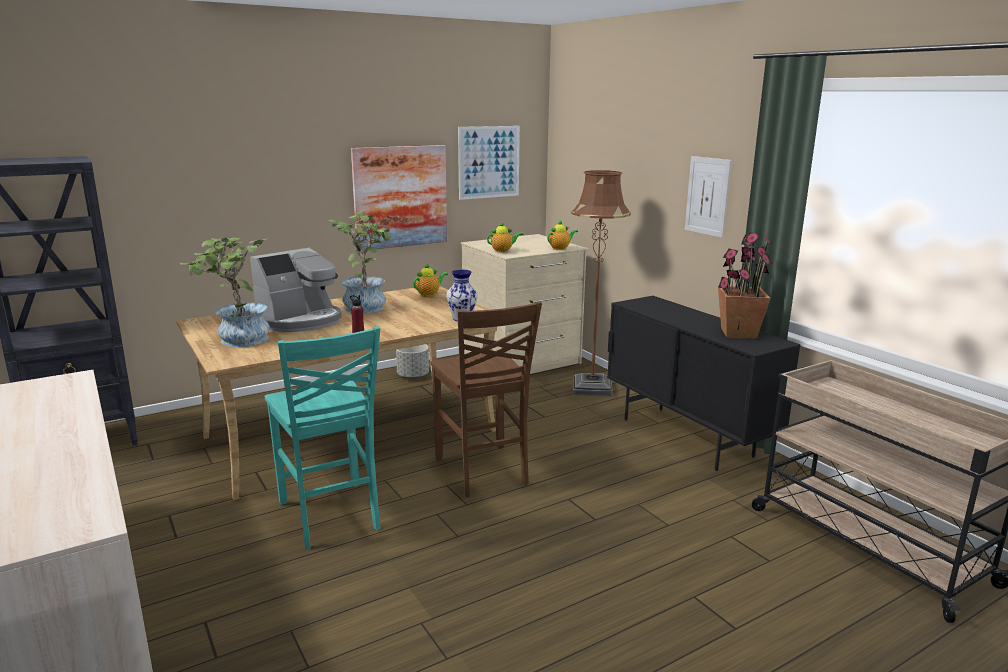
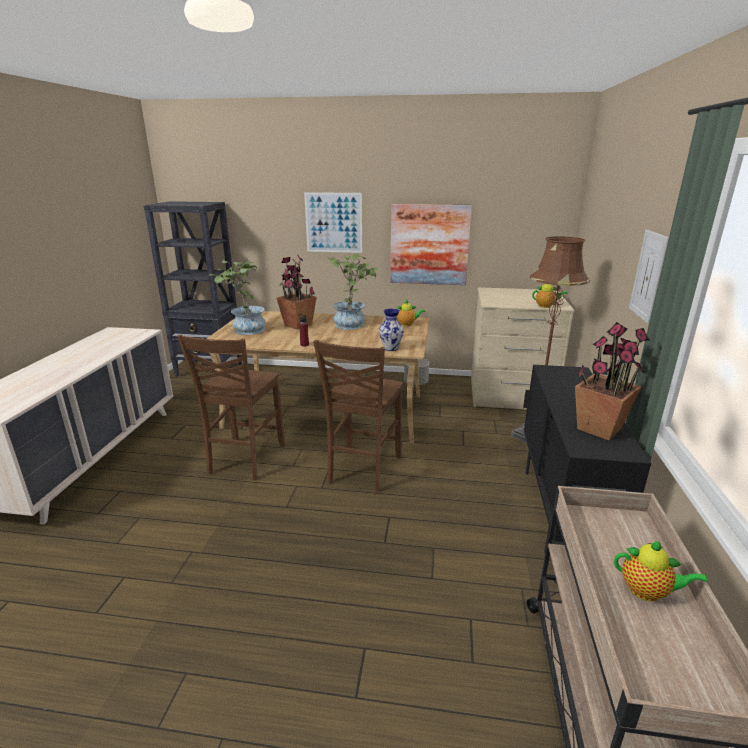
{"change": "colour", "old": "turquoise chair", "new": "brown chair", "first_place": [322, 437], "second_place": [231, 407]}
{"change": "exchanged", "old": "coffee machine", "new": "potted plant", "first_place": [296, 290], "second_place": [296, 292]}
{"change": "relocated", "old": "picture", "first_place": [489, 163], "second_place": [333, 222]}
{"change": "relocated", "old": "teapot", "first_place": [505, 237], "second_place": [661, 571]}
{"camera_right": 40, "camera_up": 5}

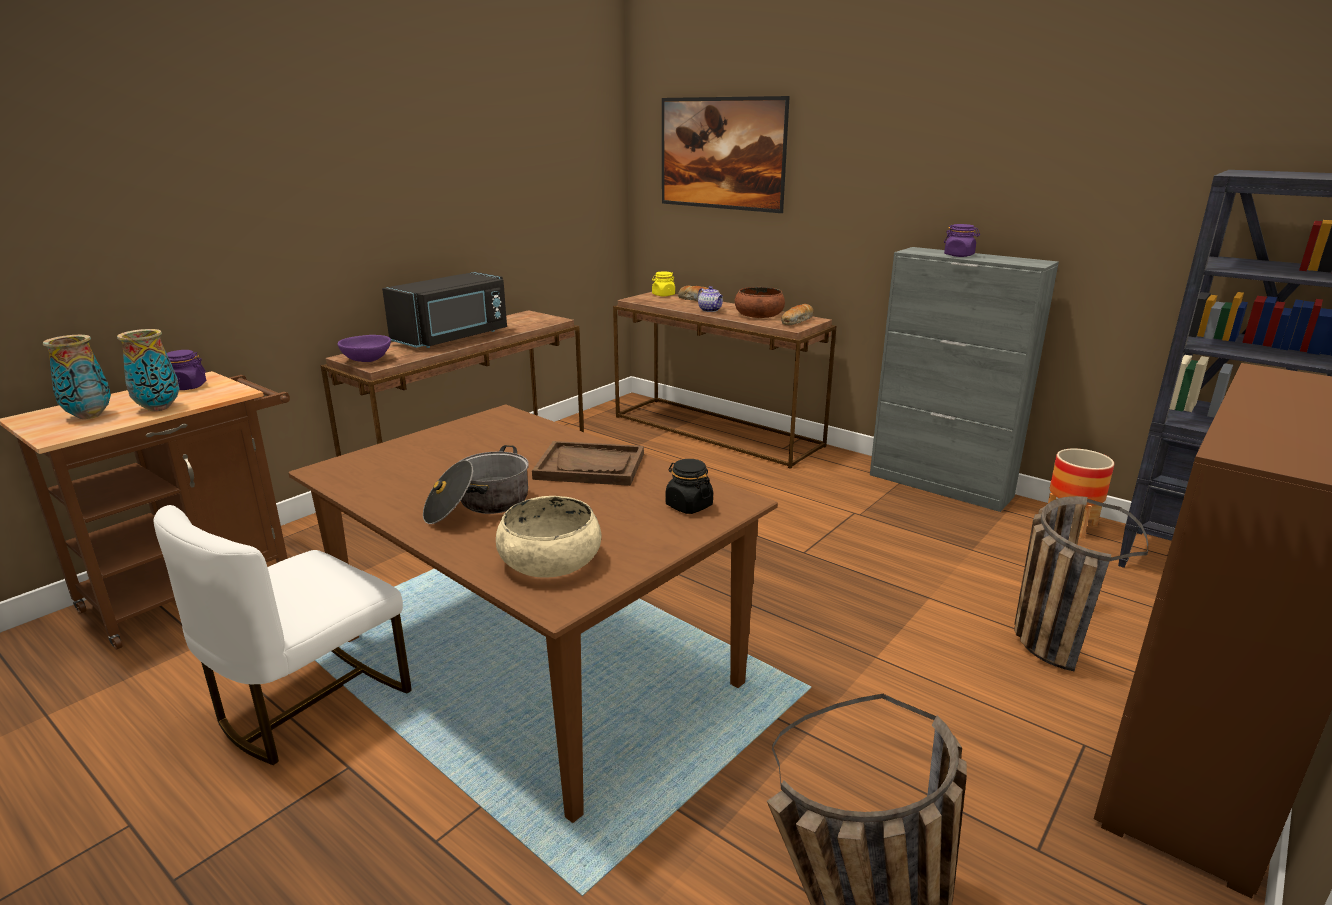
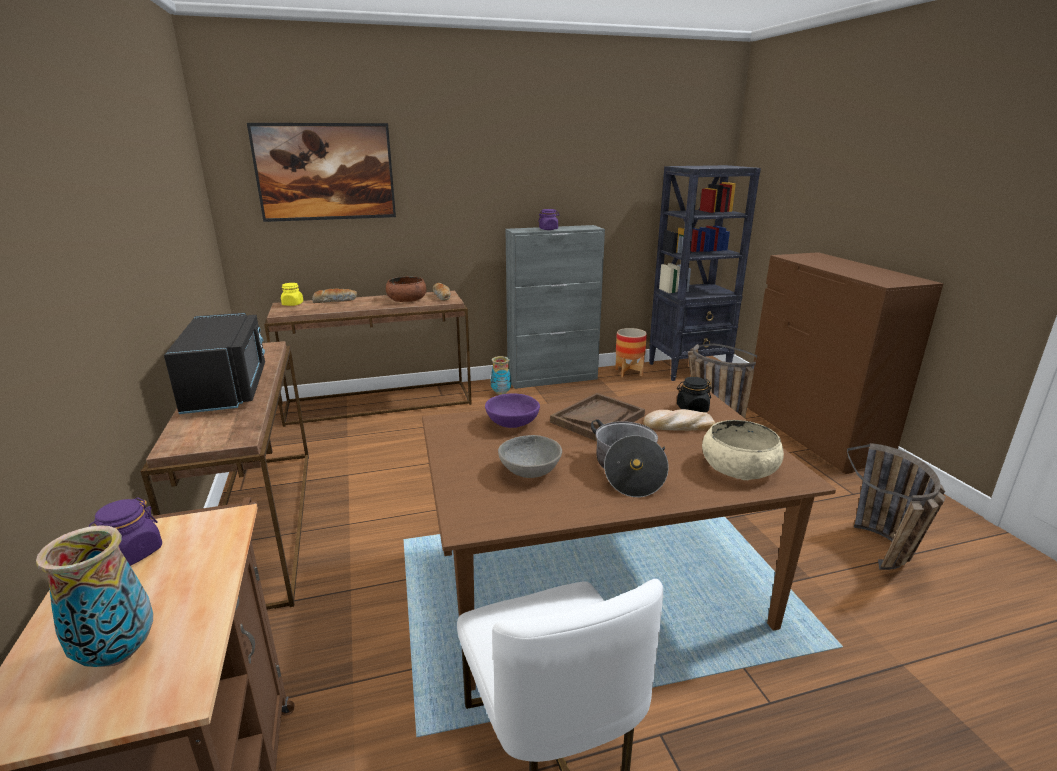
{"change": "relocated", "old": "purple bowl", "first_place": [364, 348], "second_place": [512, 410]}
{"change": "relocated", "old": "vase", "first_place": [148, 370], "second_place": [501, 375]}
{"change": "appeared", "new": "grey bowl", "second_place": [530, 456]}
{"change": "appeared", "new": "bread", "second_place": [679, 420]}
{"change": "missing", "old": "teapot", "first_place": [710, 299]}
{"camera_right": -55, "camera_up": 0}

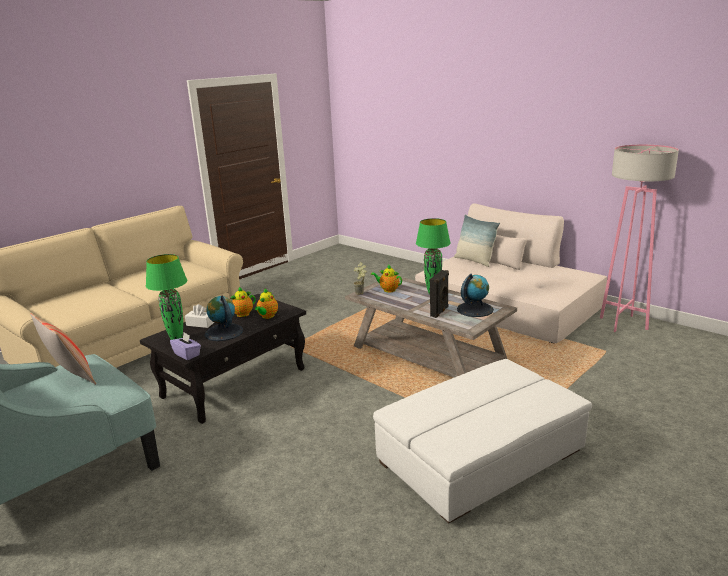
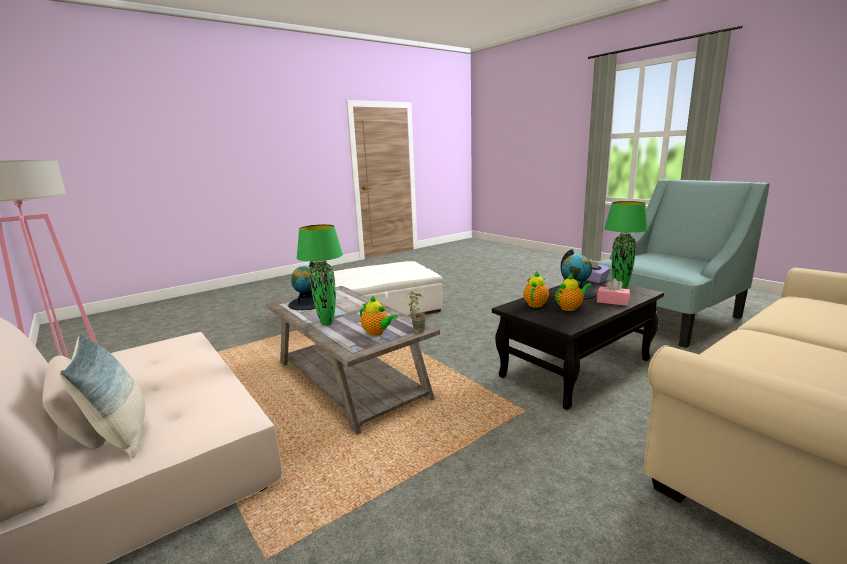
{"change": "colour", "old": "white tissue box", "new": "pink tissue box", "first_place": [199, 316], "second_place": [613, 292]}
{"change": "missing", "old": "pillow", "first_place": [63, 349]}
{"change": "missing", "old": "black speaker", "first_place": [439, 294]}
{"camera_right": -170, "camera_up": -5}

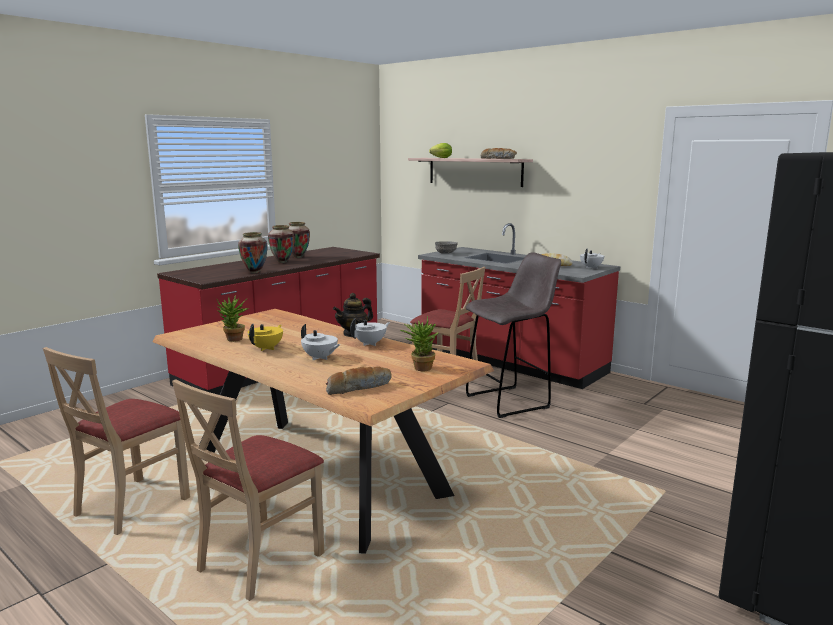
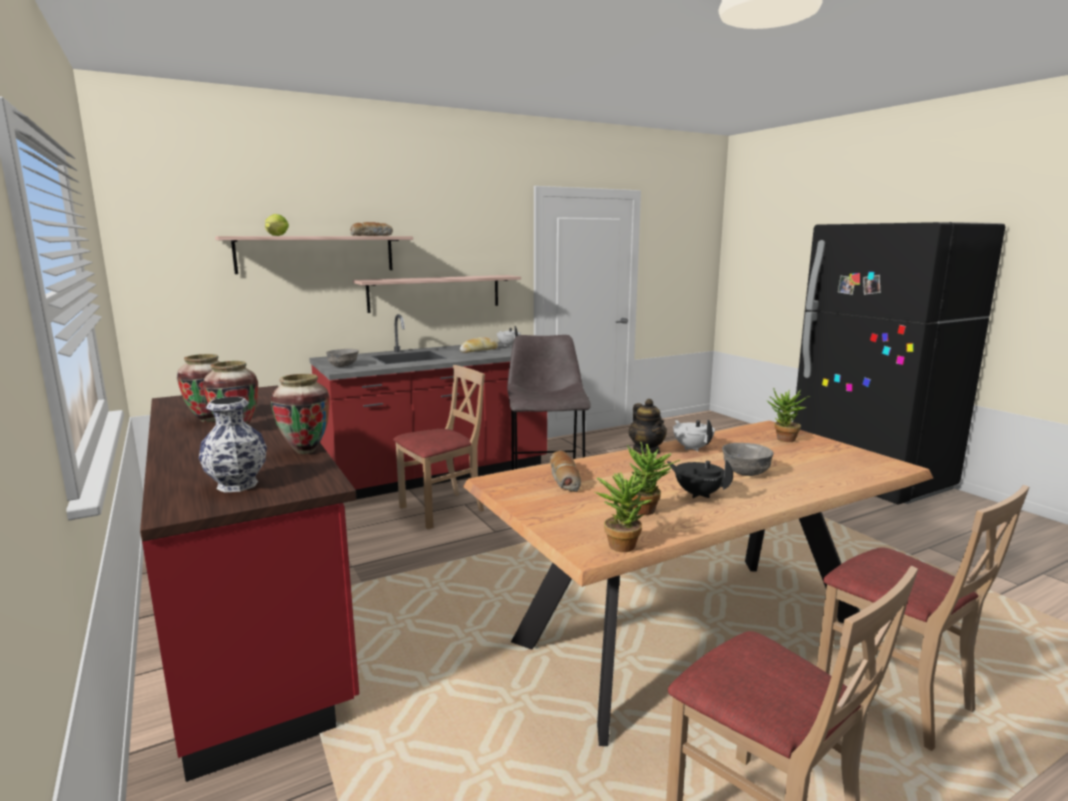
{"change": "appeared", "new": "vase", "second_place": [233, 445]}
{"change": "appeared", "new": "shelf", "second_place": [437, 294]}
{"change": "relocated", "old": "bread", "first_place": [359, 381], "second_place": [565, 471]}
{"change": "appeared", "new": "potted plant", "second_place": [623, 511]}
{"change": "colour", "old": "yellow teapot", "new": "black teapot", "first_place": [265, 337], "second_place": [700, 479]}
{"change": "exchanged", "old": "white teapot", "new": "grey bowl", "first_place": [321, 342], "second_place": [748, 459]}
{"camera_right": -70, "camera_up": 0}

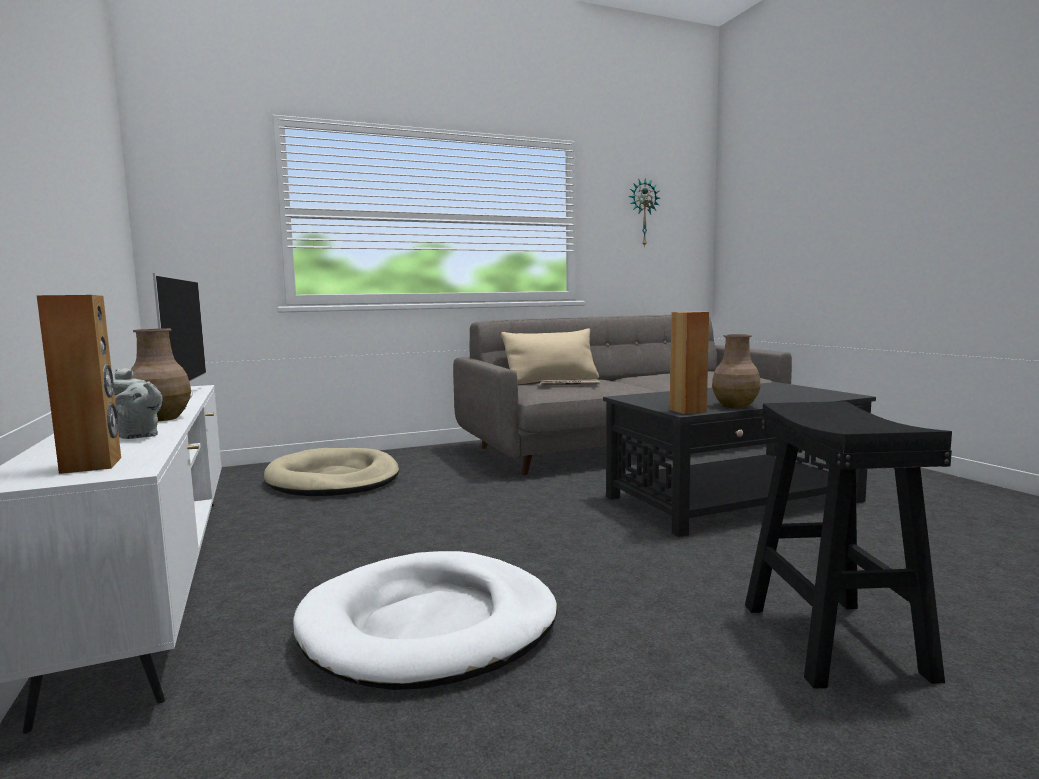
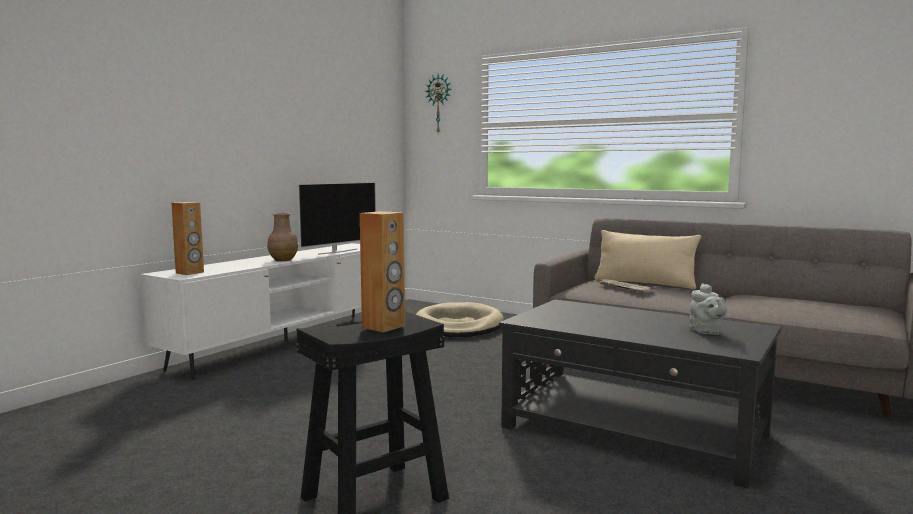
{"change": "relocated", "old": "brown speaker", "first_place": [689, 363], "second_place": [382, 271]}
{"change": "relocated", "old": "wall clock", "first_place": [644, 212], "second_place": [438, 103]}
{"change": "relocated", "old": "grey teapot", "first_place": [138, 403], "second_place": [708, 309]}
{"change": "missing", "old": "white dog bed", "first_place": [425, 620]}
{"change": "missing", "old": "brown vase", "first_place": [736, 371]}
{"camera_right": 55, "camera_up": 0}

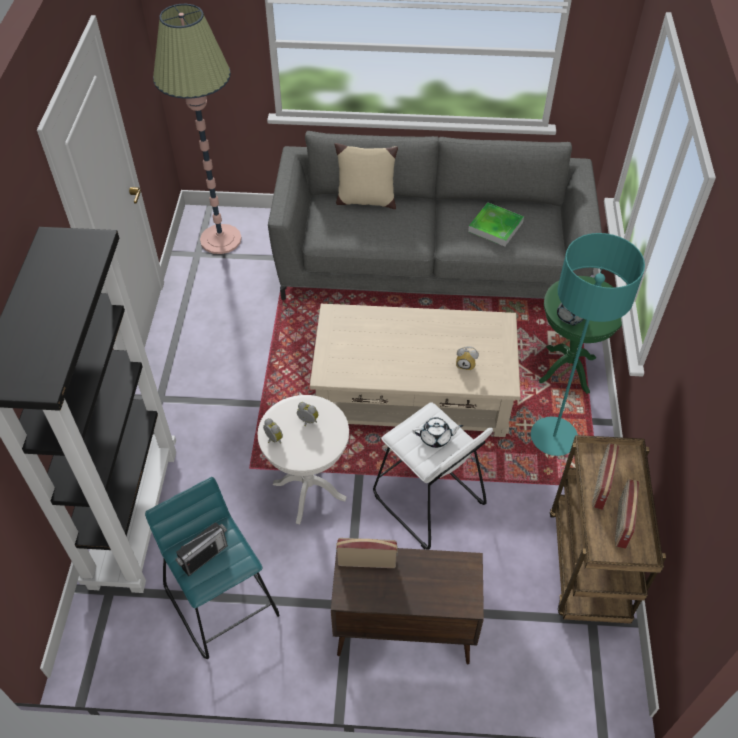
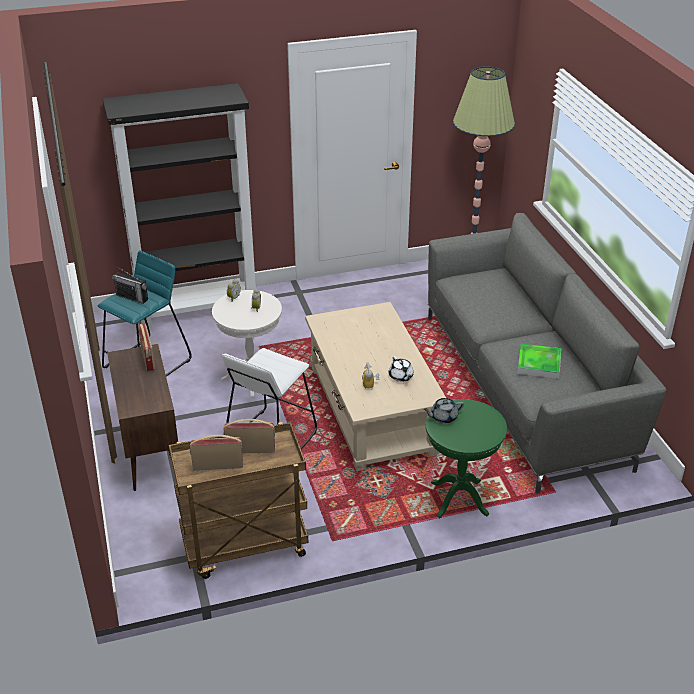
{"change": "relocated", "old": "white teapot", "first_place": [437, 432], "second_place": [401, 369]}
{"change": "missing", "old": "beige pillow", "first_place": [366, 176]}
{"change": "missing", "old": "turquoise floor lamp", "first_place": [588, 344]}
{"camera_right": 70, "camera_up": -15}

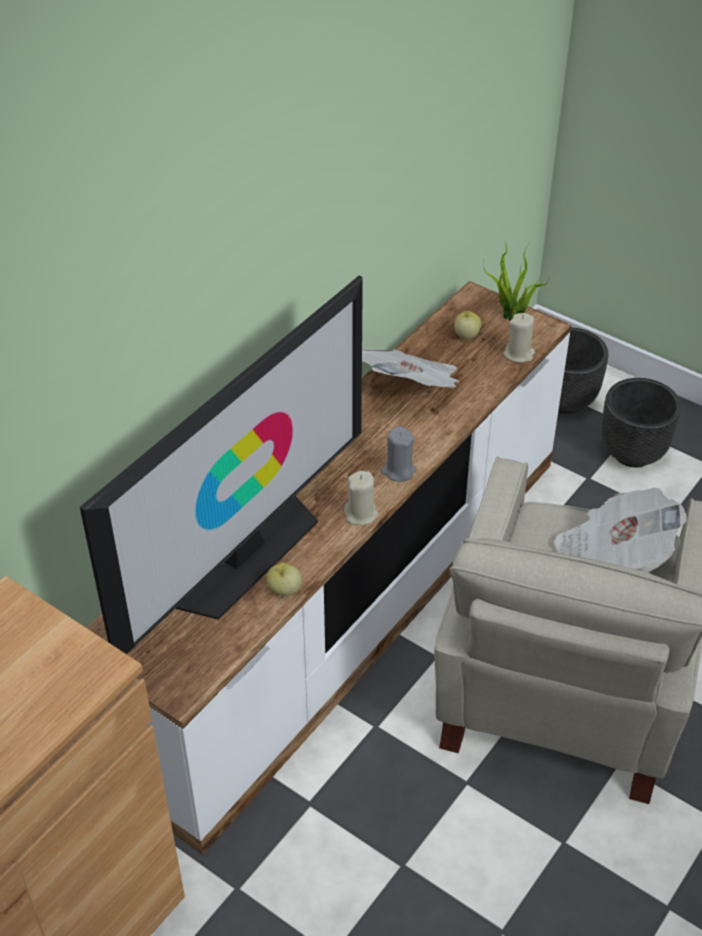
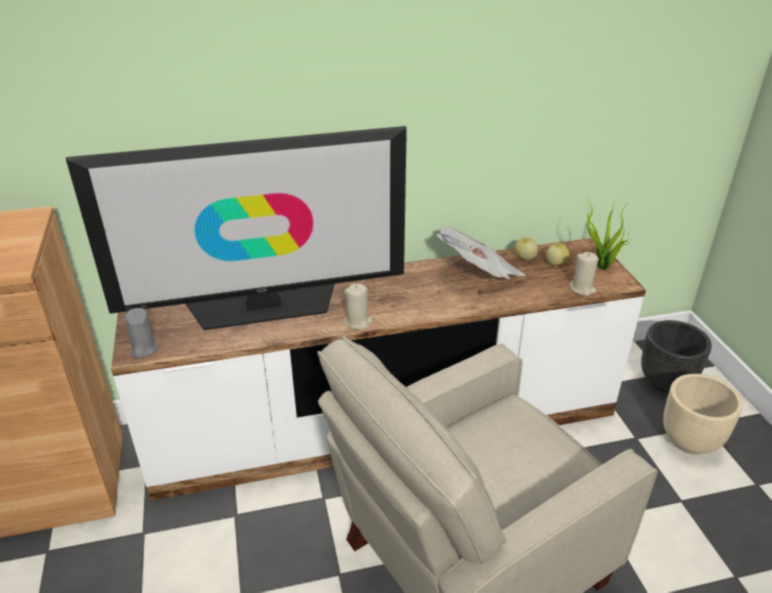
{"change": "relocated", "old": "grey candle", "first_place": [398, 454], "second_place": [141, 333]}
{"change": "relocated", "old": "apple", "first_place": [284, 579], "second_place": [526, 249]}
{"change": "colour", "old": "black planter", "new": "beige planter", "first_place": [642, 422], "second_place": [703, 414]}
{"change": "missing", "old": "newspaper", "first_place": [620, 530]}
{"camera_right": 40, "camera_up": -10}

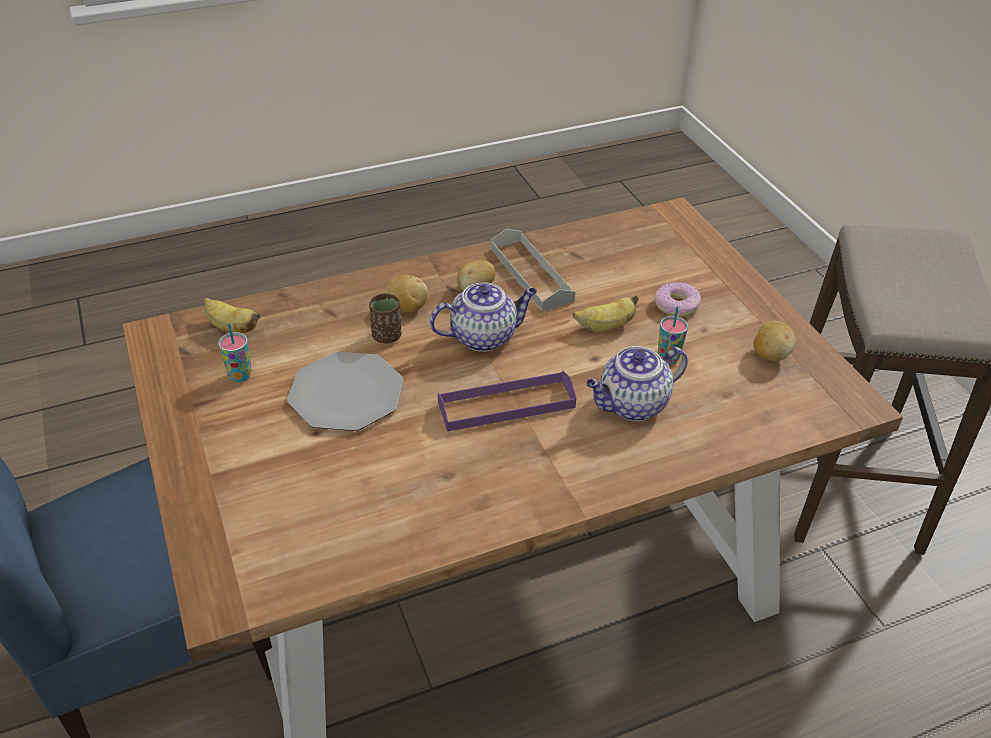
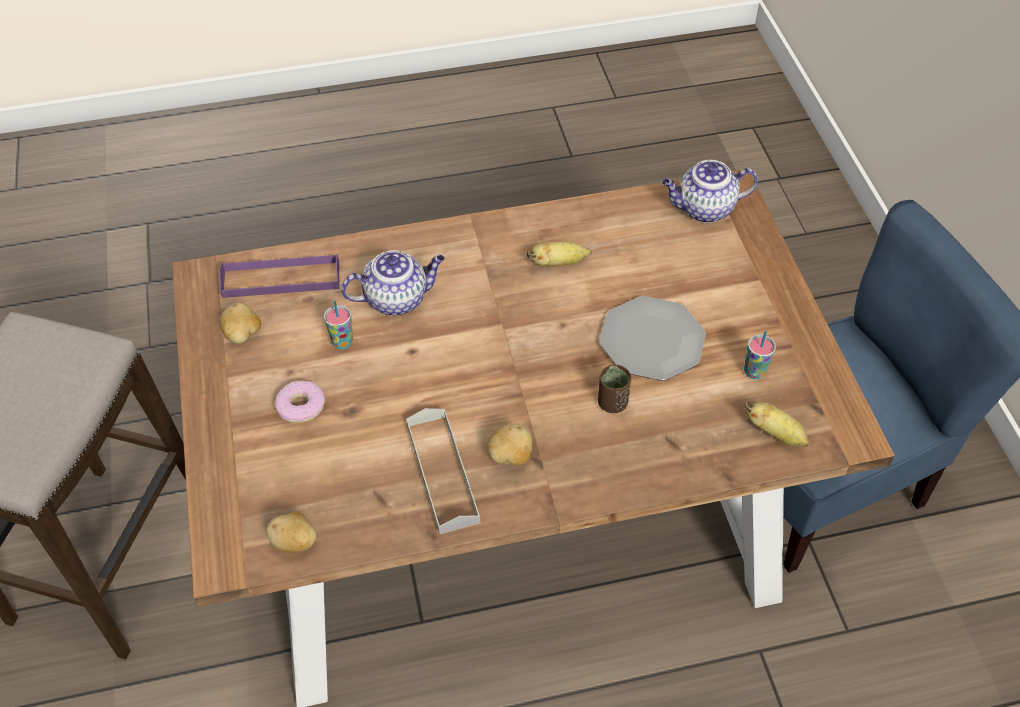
{"change": "relocated", "old": "purple tray", "first_place": [507, 401], "second_place": [279, 276]}
{"change": "relocated", "old": "potato", "first_place": [406, 294], "second_place": [291, 532]}
{"change": "relocated", "old": "banana", "first_place": [605, 313], "second_place": [559, 254]}
{"change": "relocated", "old": "teapot", "first_place": [483, 317], "second_place": [710, 191]}
{"camera_right": -170, "camera_up": 10}

